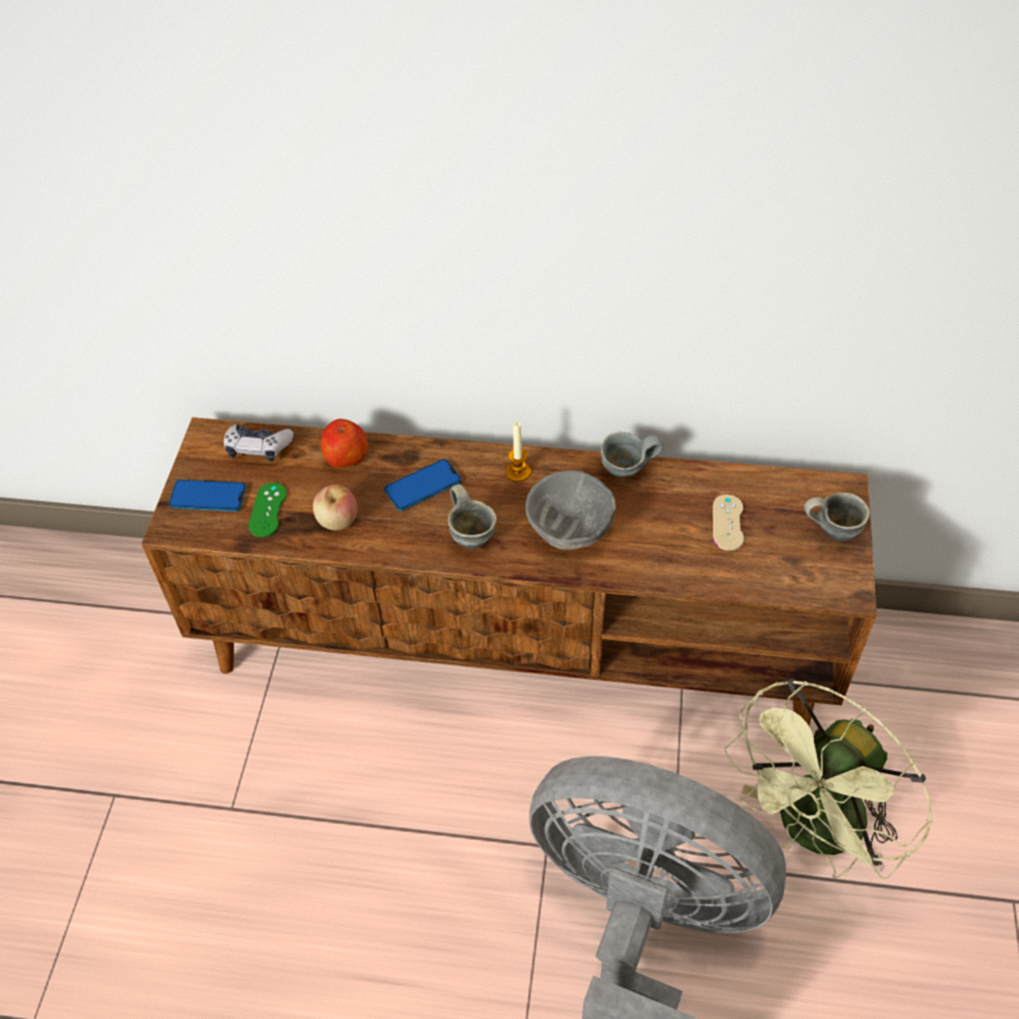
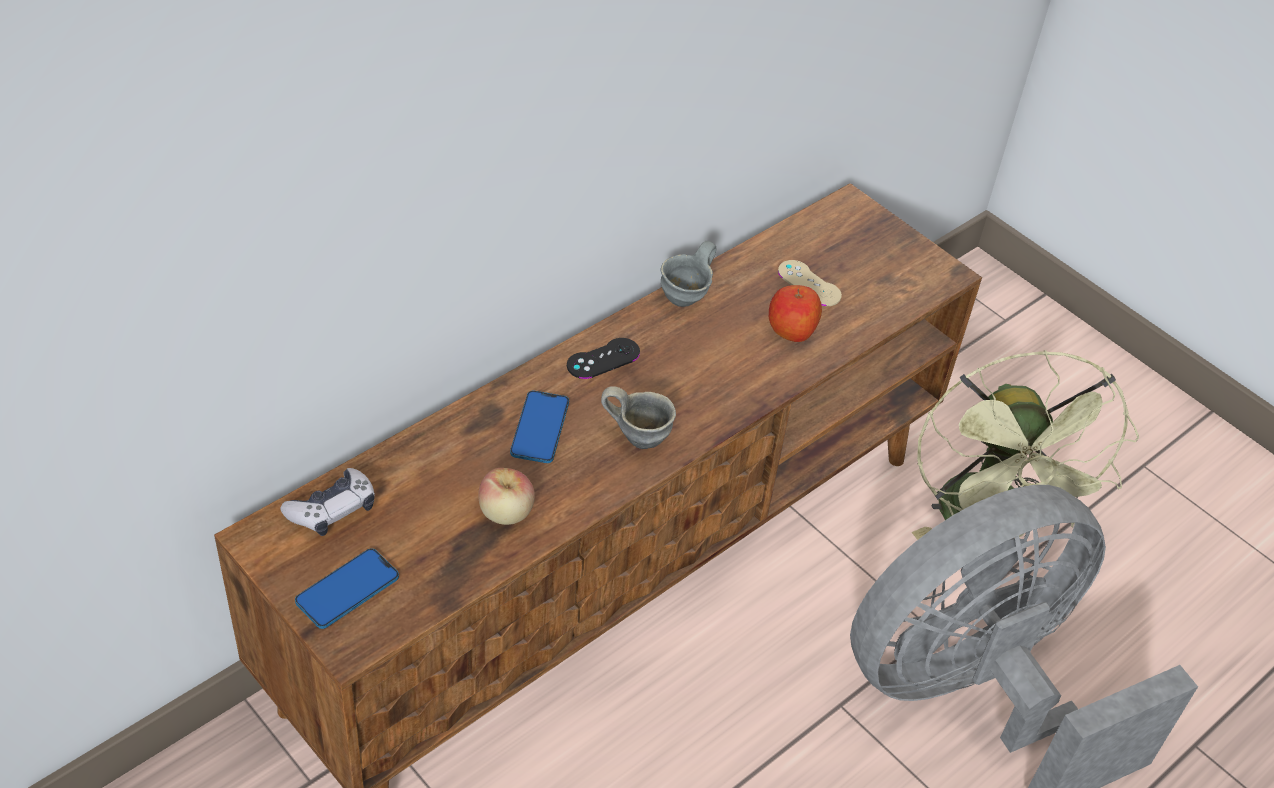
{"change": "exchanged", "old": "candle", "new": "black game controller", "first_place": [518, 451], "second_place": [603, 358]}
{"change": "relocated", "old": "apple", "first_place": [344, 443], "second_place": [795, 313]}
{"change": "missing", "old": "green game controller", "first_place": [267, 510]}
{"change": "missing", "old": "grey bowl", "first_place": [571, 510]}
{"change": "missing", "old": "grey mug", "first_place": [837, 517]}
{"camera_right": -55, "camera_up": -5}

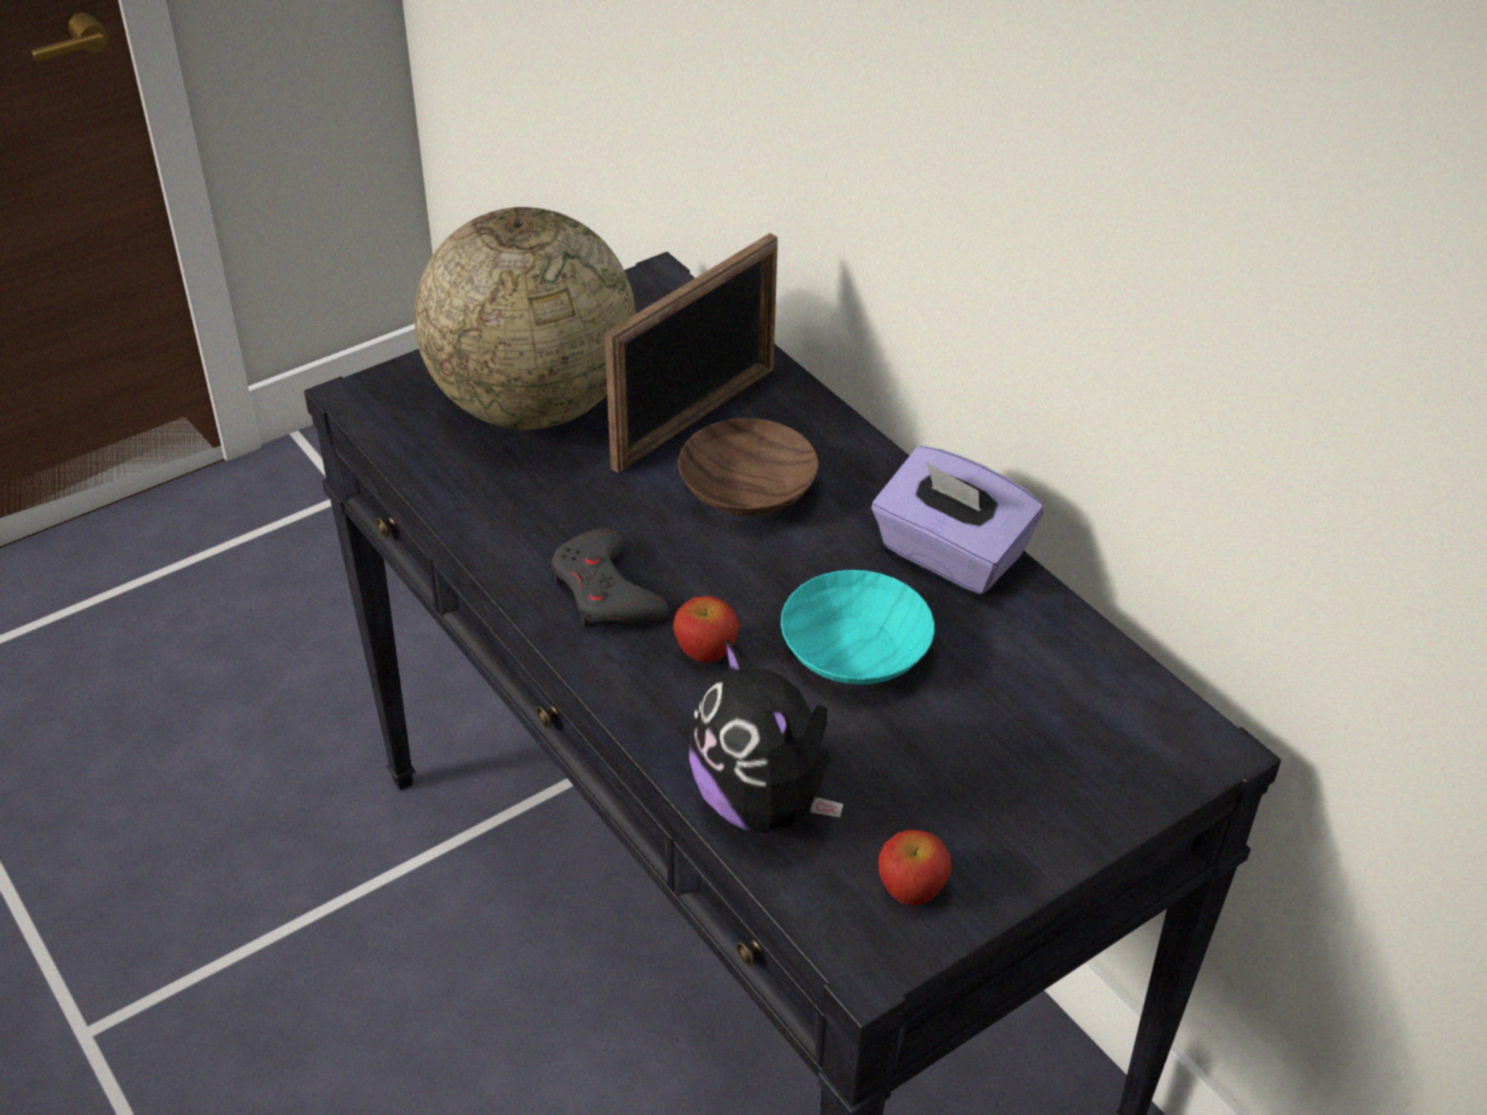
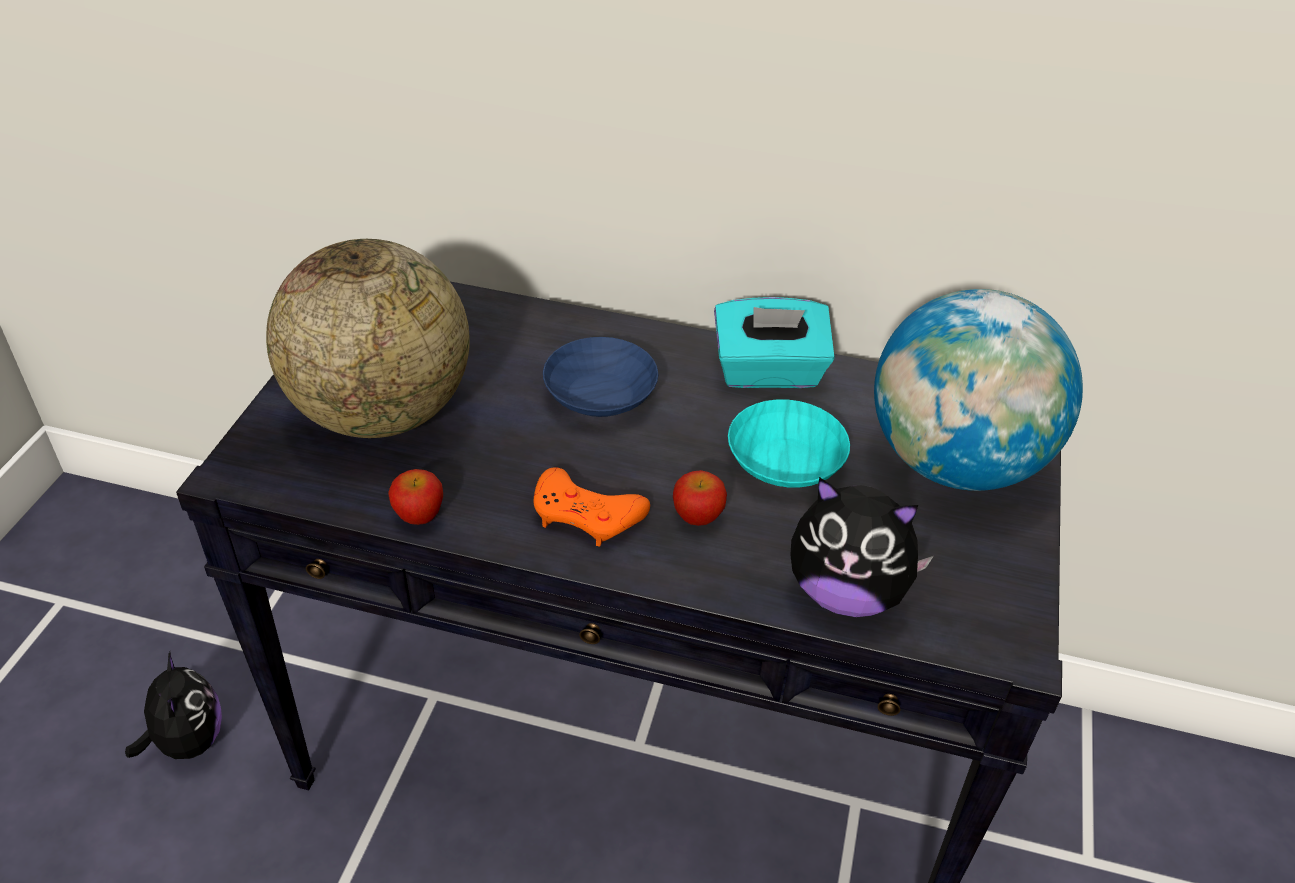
{"change": "appeared", "new": "plush toy", "second_place": [173, 705]}
{"change": "relocated", "old": "apple", "first_place": [915, 867], "second_place": [415, 497]}
{"change": "colour", "old": "grey game controller", "new": "orange game controller", "first_place": [610, 577], "second_place": [591, 507]}
{"change": "colour", "old": "brown bowl", "new": "blue bowl", "first_place": [748, 467], "second_place": [600, 377]}
{"change": "colour", "old": "purple tissue box", "new": "turquoise tissue box", "first_place": [958, 520], "second_place": [774, 342]}
{"change": "appeared", "new": "globe", "second_place": [978, 390]}
{"change": "missing", "old": "picture frame", "first_place": [691, 353]}
{"camera_right": -40, "camera_up": 0}

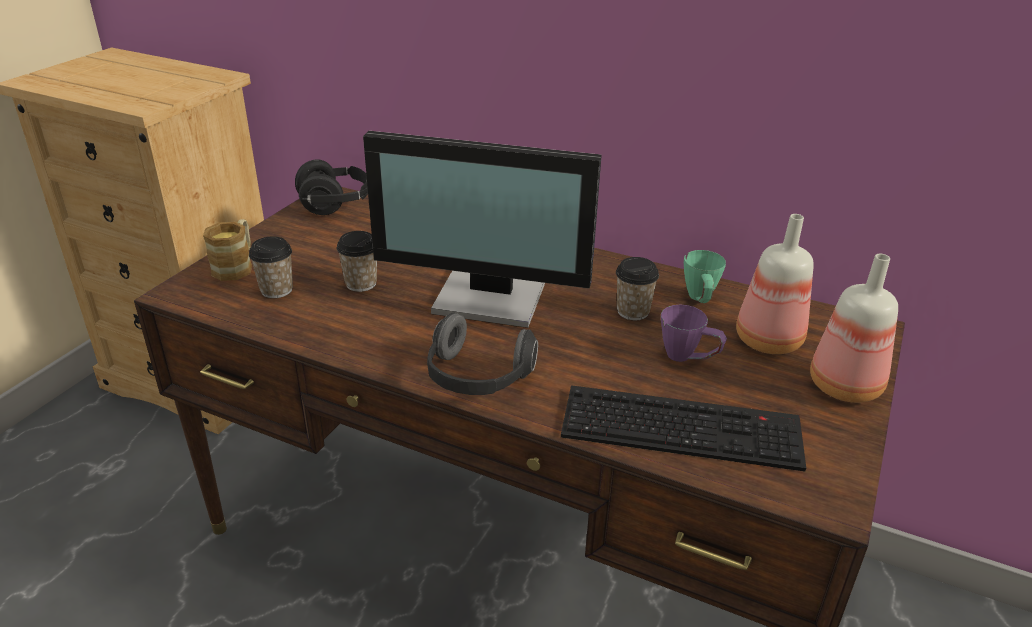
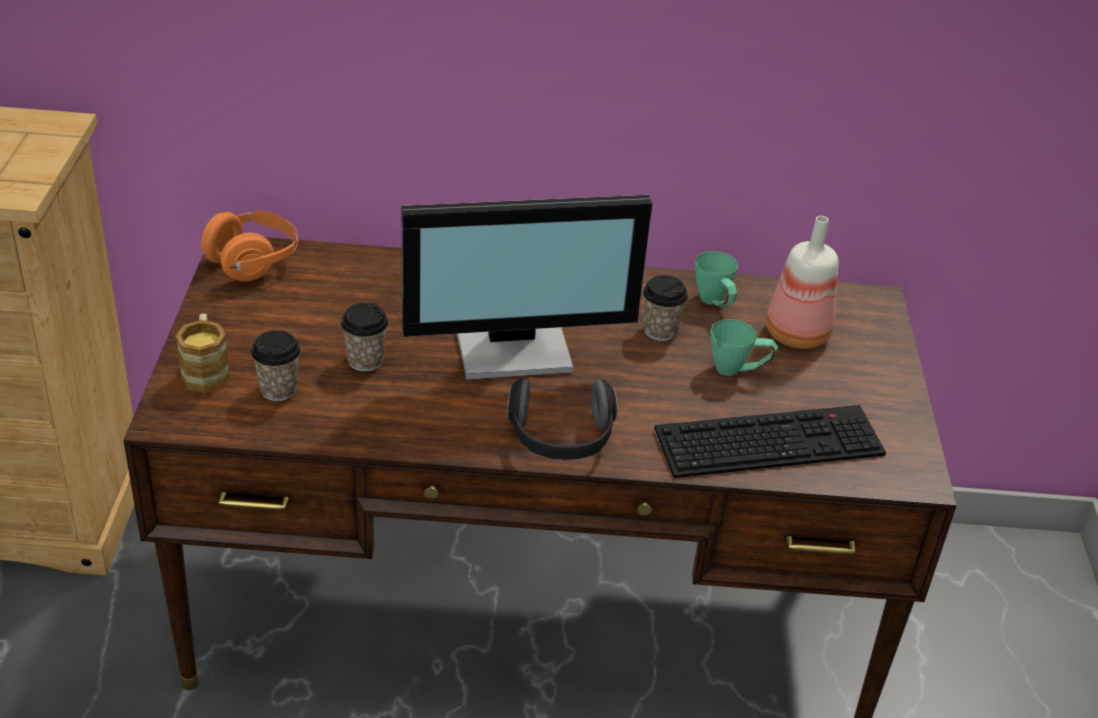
{"change": "colour", "old": "black headphones", "new": "orange headphones", "first_place": [331, 187], "second_place": [249, 245]}
{"change": "colour", "old": "purple mug", "new": "green mug", "first_place": [694, 333], "second_place": [744, 347]}
{"change": "missing", "old": "bottle", "first_place": [854, 328]}
{"camera_right": -25, "camera_up": 5}

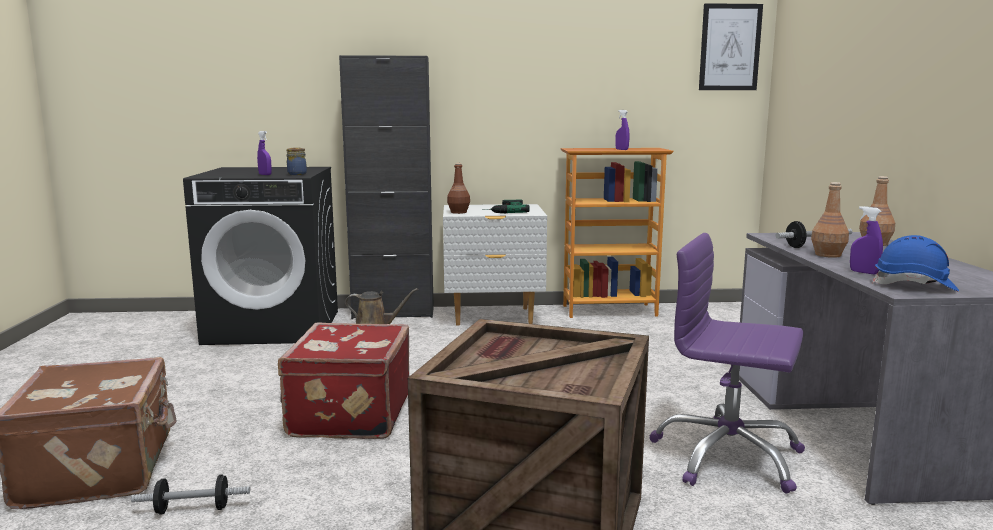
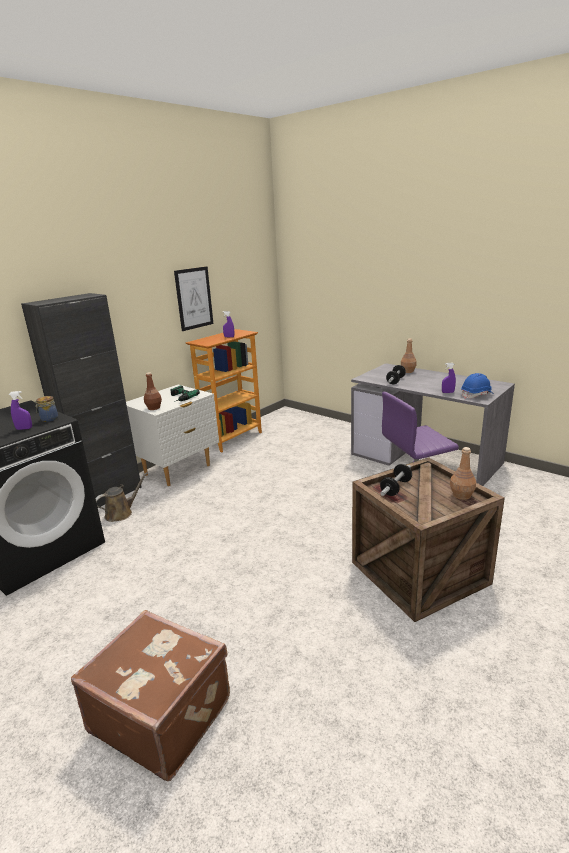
{"change": "relocated", "old": "picture", "first_place": [731, 46], "second_place": [193, 298]}
{"change": "relocated", "old": "dumbbell", "first_place": [190, 494], "second_place": [396, 480]}
{"change": "relocated", "old": "brown bottle", "first_place": [830, 220], "second_place": [463, 473]}
{"change": "missing", "old": "red suitcase", "first_place": [343, 380]}
{"camera_right": -45, "camera_up": 10}

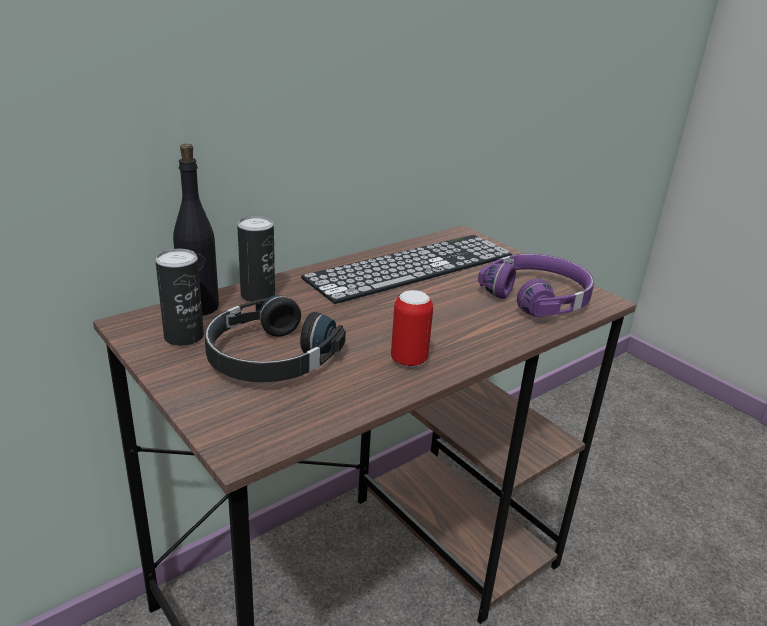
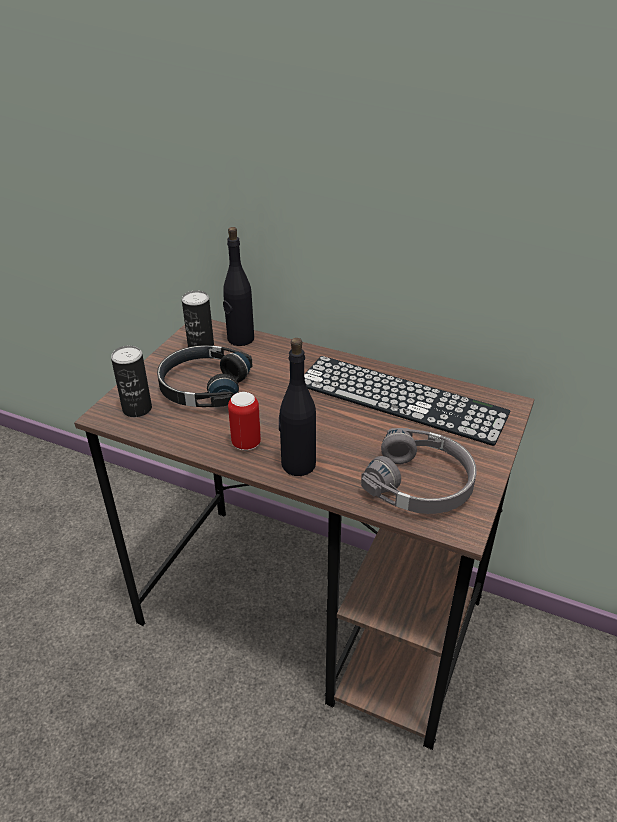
{"change": "relocated", "old": "can", "first_place": [256, 259], "second_place": [131, 381]}
{"change": "appeared", "new": "black bottle", "second_place": [297, 407]}
{"change": "colour", "old": "purple headphones", "new": "grey headphones", "first_place": [536, 285], "second_place": [419, 471]}
{"camera_right": 65, "camera_up": 10}

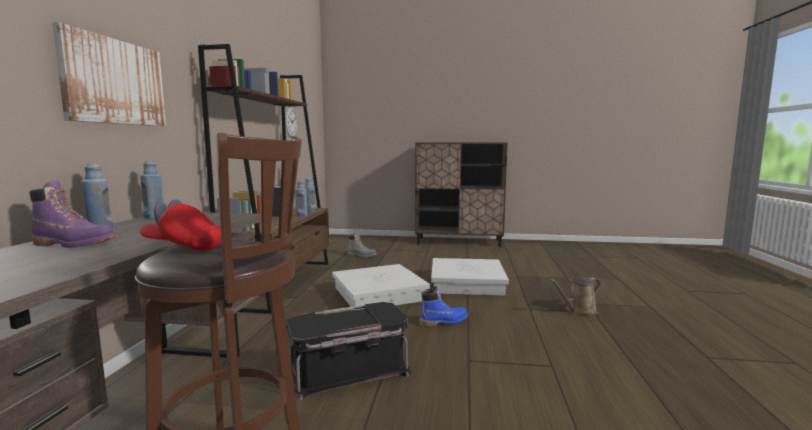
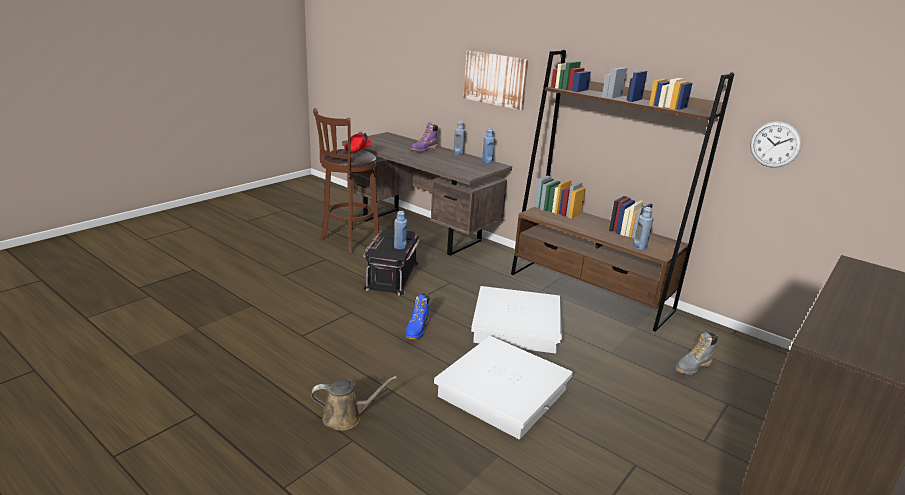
{"change": "spun", "old": "brown watering can", "first_place": [575, 296], "second_place": [354, 403], "degrees": 75}
{"change": "relocated", "old": "blue bottle", "first_place": [301, 198], "second_place": [400, 230]}
{"camera_right": 120, "camera_up": 15}

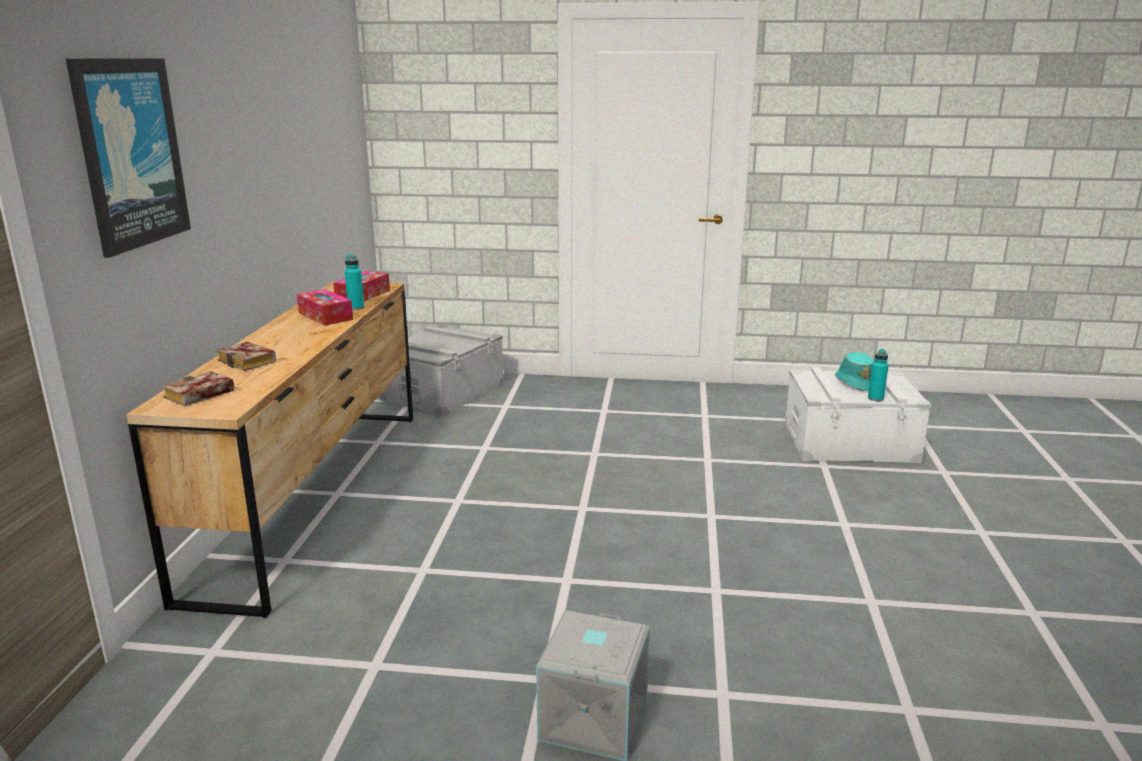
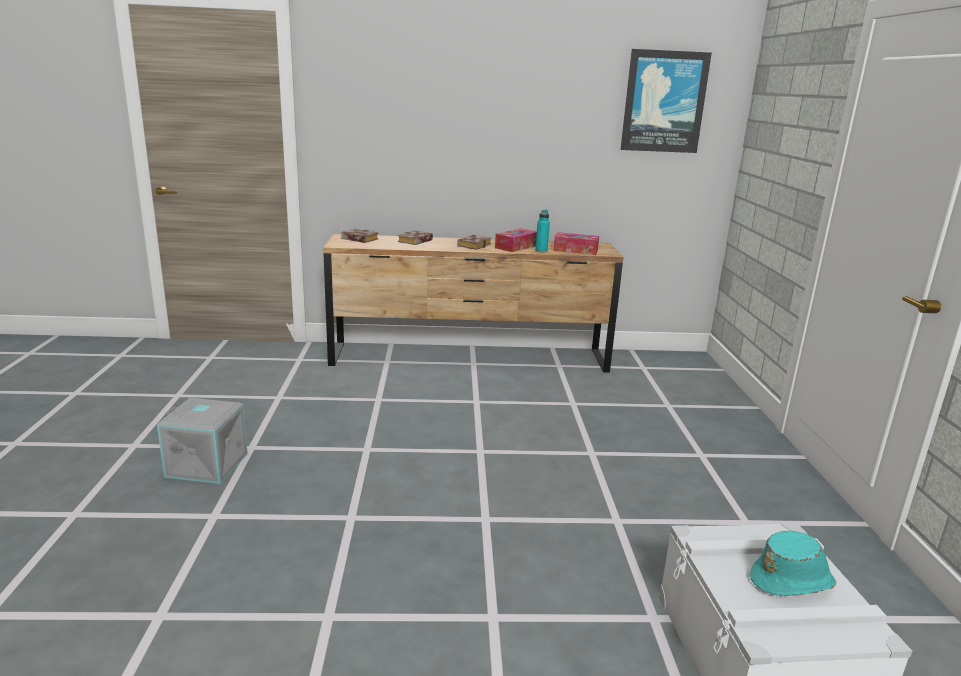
{"change": "appeared", "new": "book", "second_place": [474, 242]}
{"change": "relocated", "old": "picture", "first_place": [128, 158], "second_place": [666, 101]}
{"change": "missing", "old": "grey storage box", "first_place": [441, 371]}
{"change": "missing", "old": "turquoise bottle", "first_place": [878, 375]}
{"camera_right": 80, "camera_up": 0}

